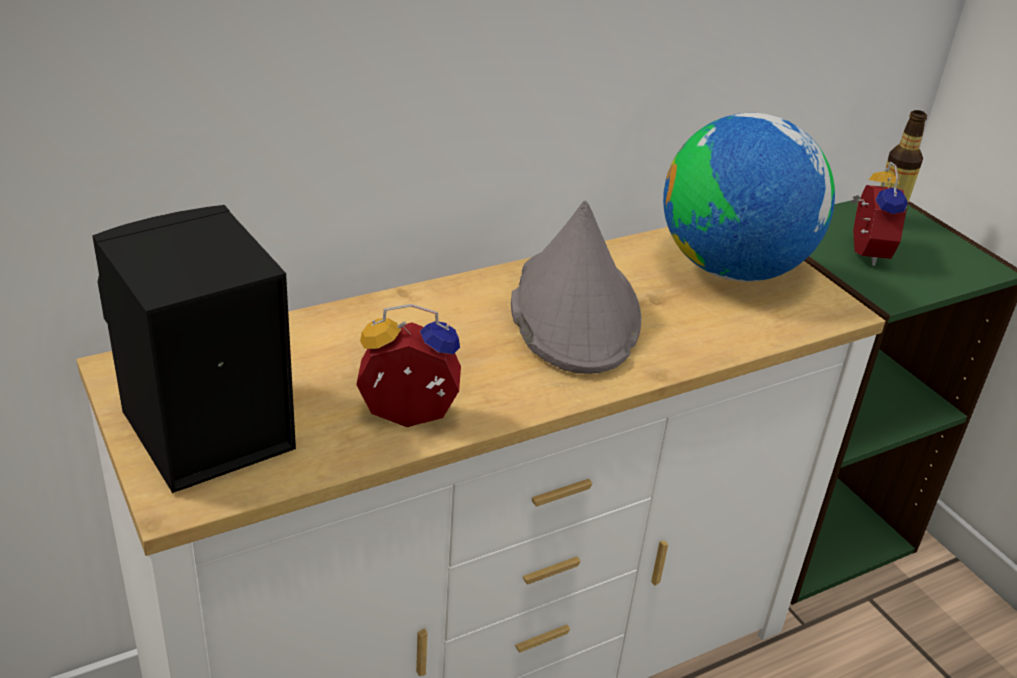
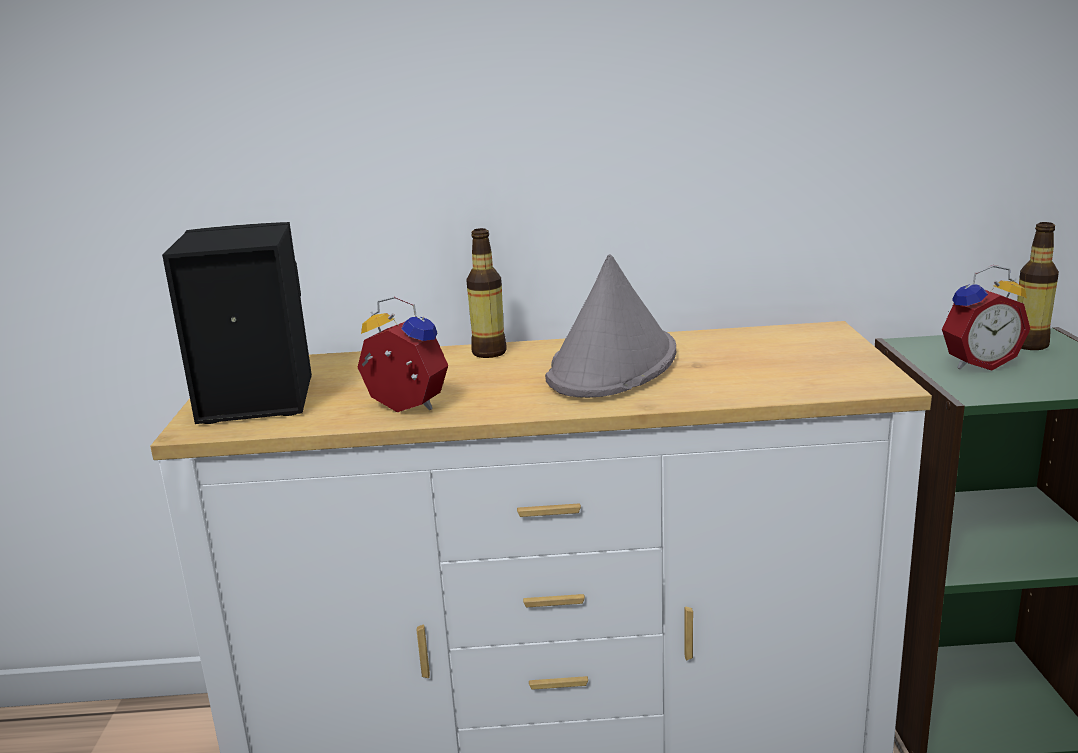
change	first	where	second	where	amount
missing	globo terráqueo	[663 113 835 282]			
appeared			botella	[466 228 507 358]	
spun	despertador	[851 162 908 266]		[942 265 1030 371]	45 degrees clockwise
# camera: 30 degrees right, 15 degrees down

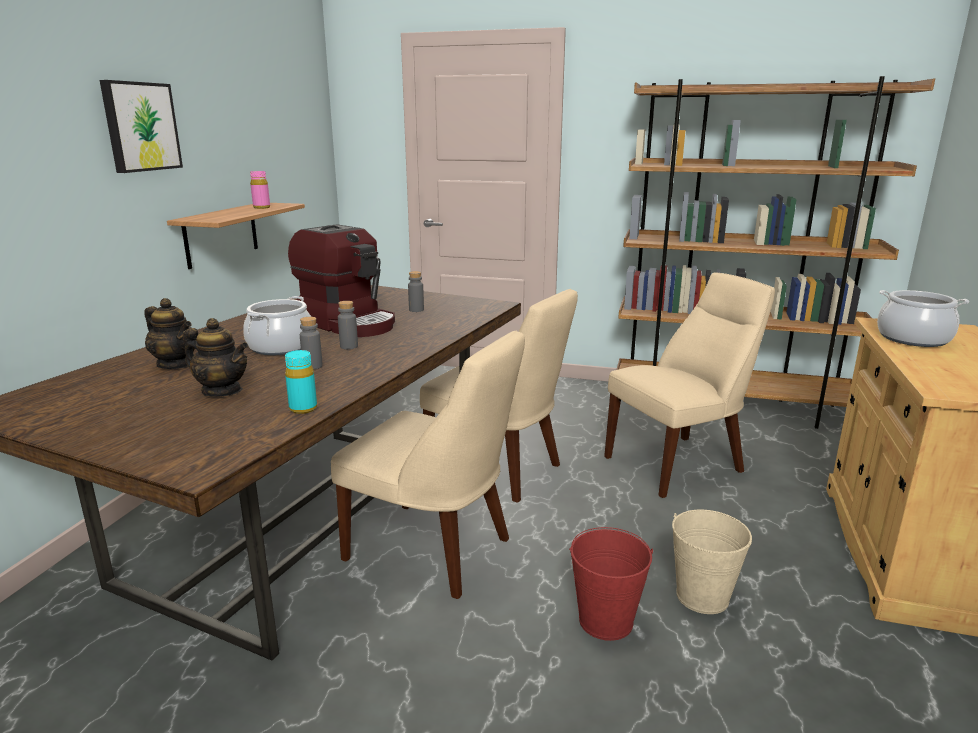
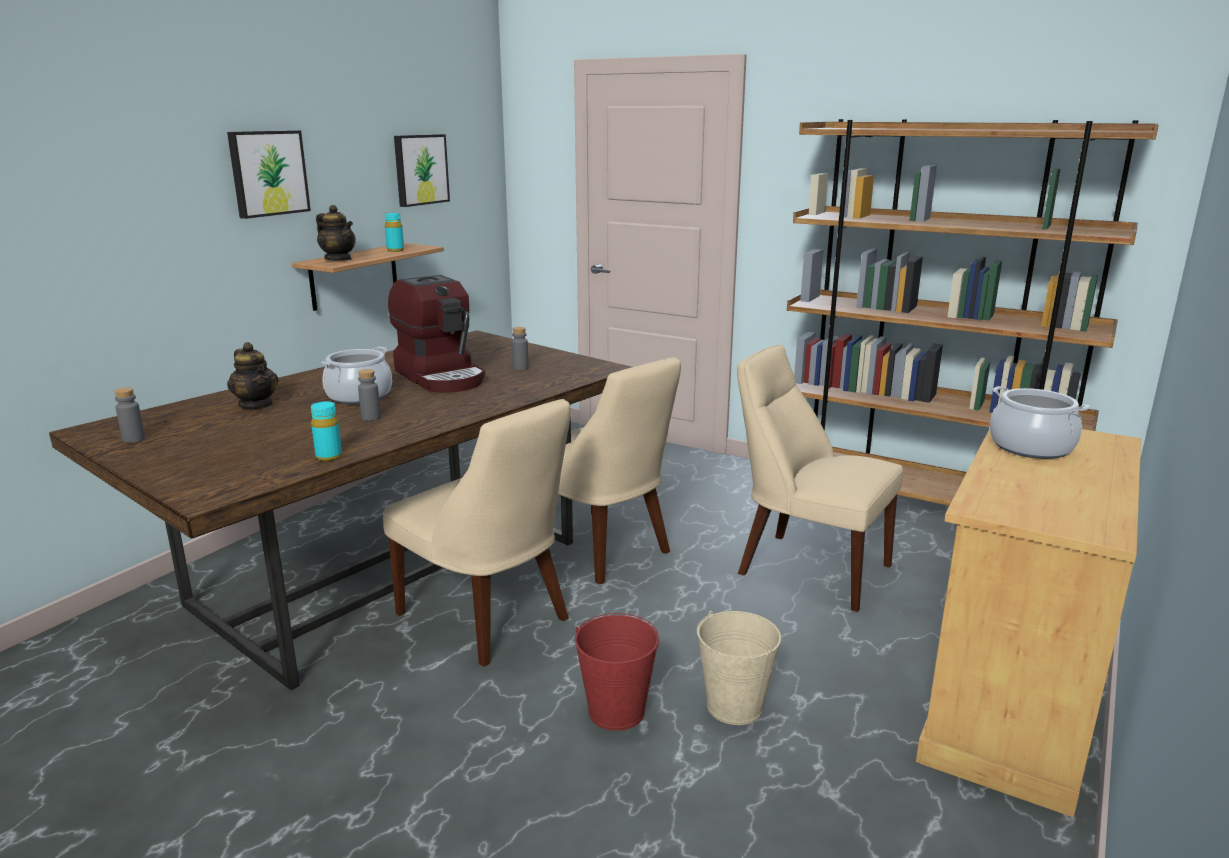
change	first	where	second	where	amount
appeared			cuadro	[394 134 450 207]	
relocated	tetera	[183 318 248 397]		[316 205 356 261]	
relocated	botella/gris	[338 301 358 349]		[114 388 145 443]	
colour	botella/rosa	[250 171 270 209]	botella/turquesa	[385 213 404 252]	
spun	silla/beis	[604 272 775 498]		[737 345 903 612]	135 degrees counterclockwise
# camera: 15 degrees right, 0 degrees up

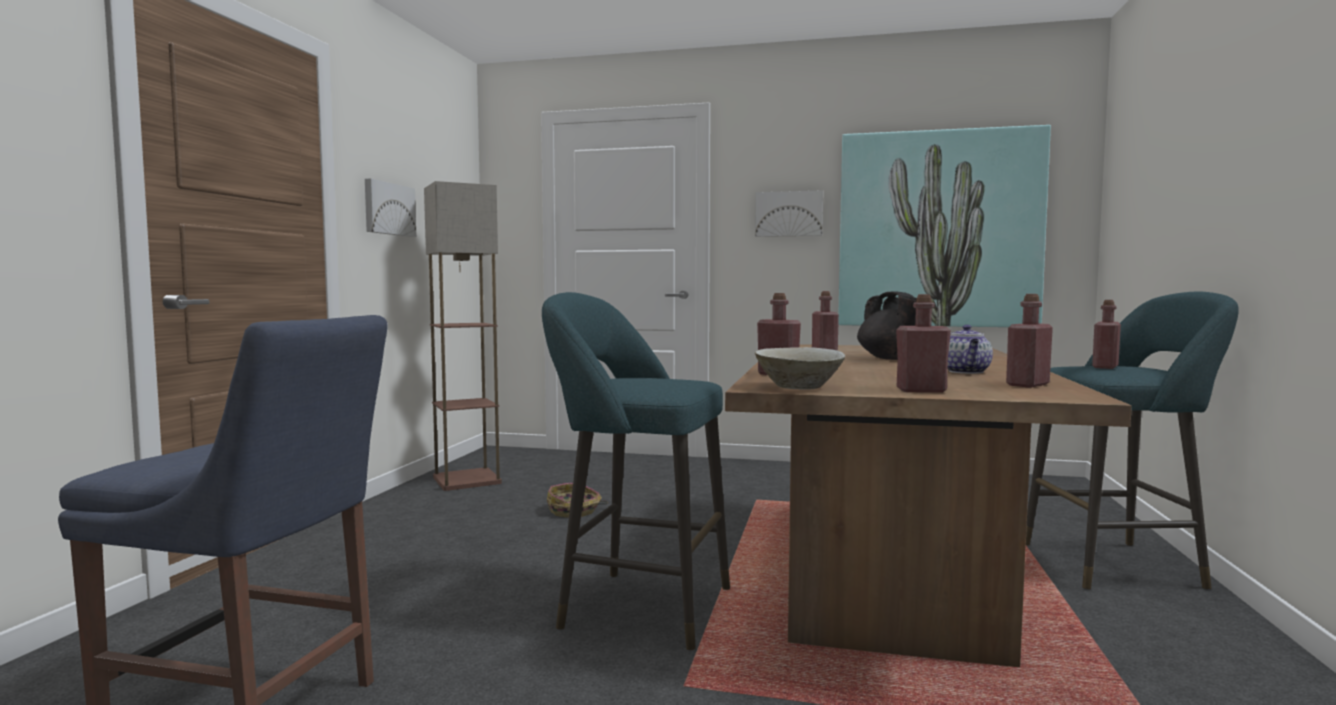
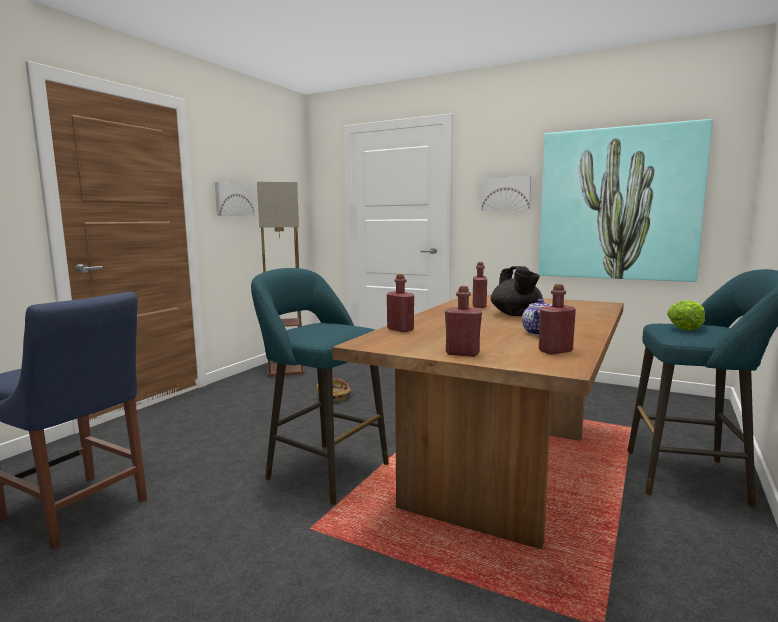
change	first	where	second	where	amount
missing	cuenco/beis	[755 347 845 390]			
exchanged	botella/rojo	[1092 300 1121 369]	lechuga	[667 301 705 330]	
# camera: 15 degrees right, 5 degrees up

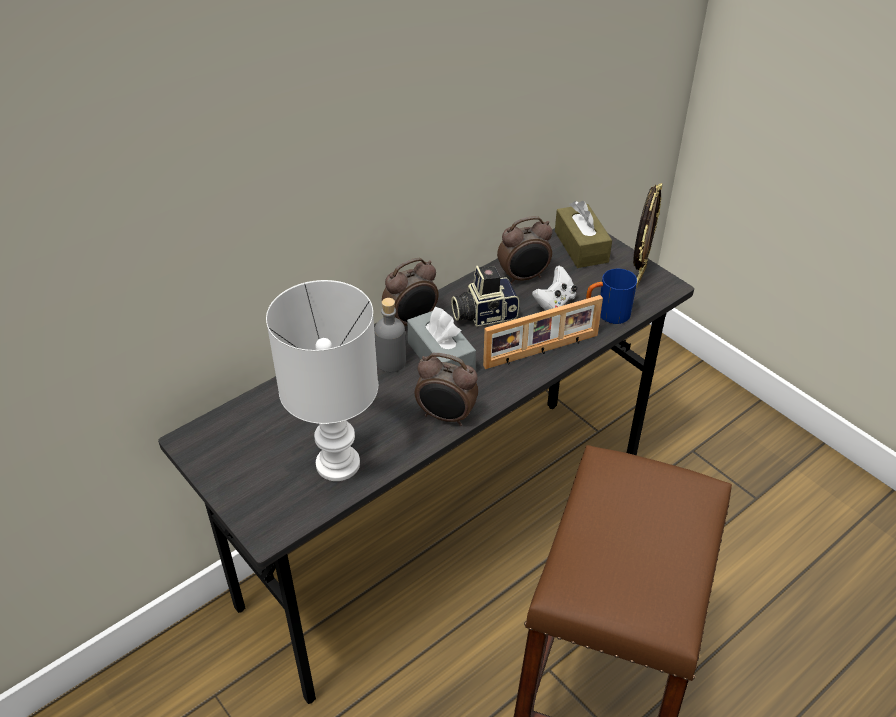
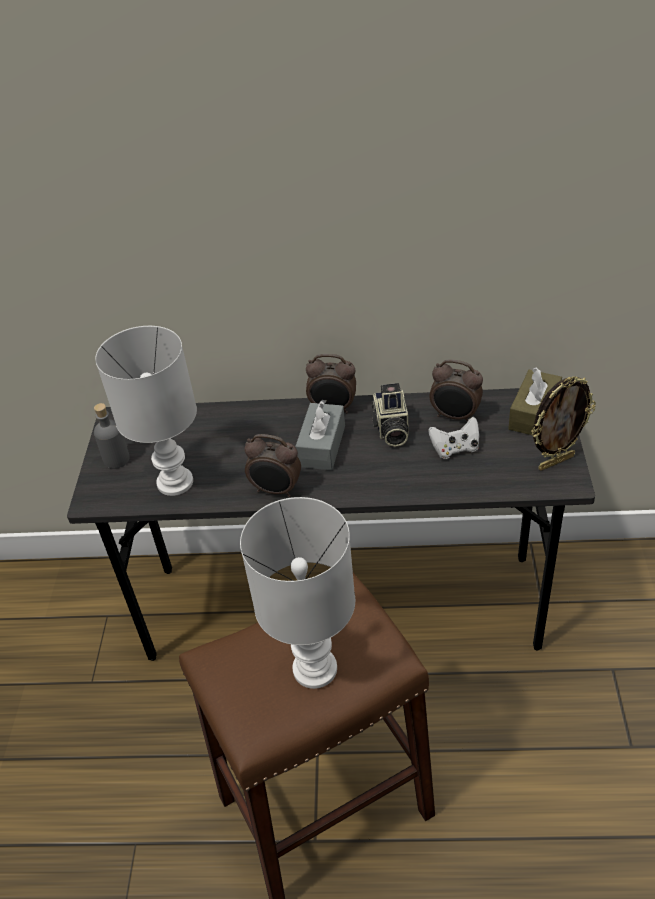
change	first	where	second	where	amount
missing	portarretratos	[483 295 603 369]			
missing	taza grande/azul	[586 269 637 324]			
appeared			lámpara de mesa/blanco	[240 497 355 689]	
relocated	botella/gris	[374 298 406 372]		[94 403 130 469]	
spun	despertador	[415 353 478 426]		[244 434 301 497]	45 degrees counterclockwise
spun	cámara	[451 266 519 327]		[371 383 409 447]	120 degrees counterclockwise
# camera: 45 degrees right, 0 degrees up

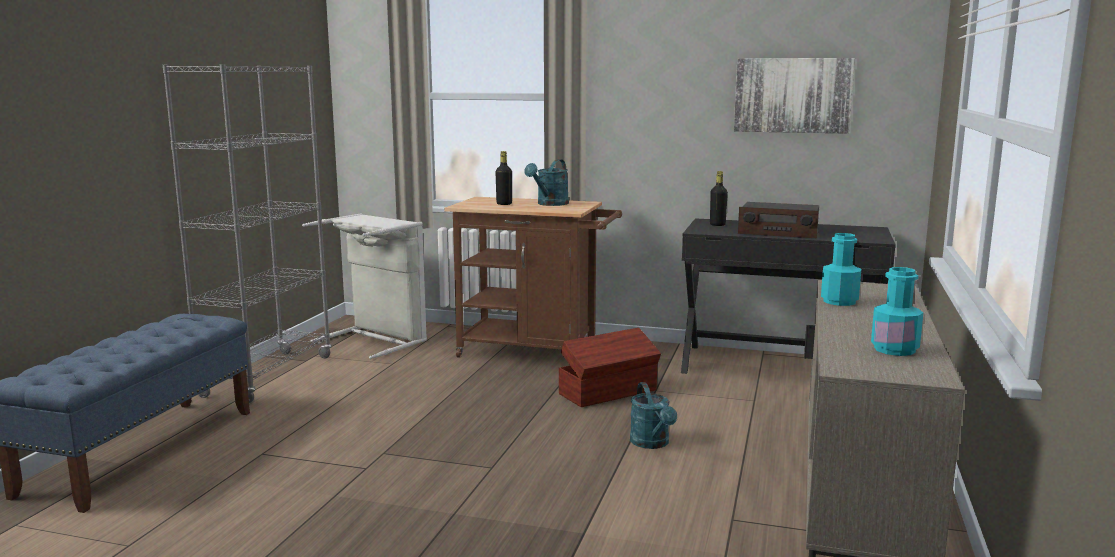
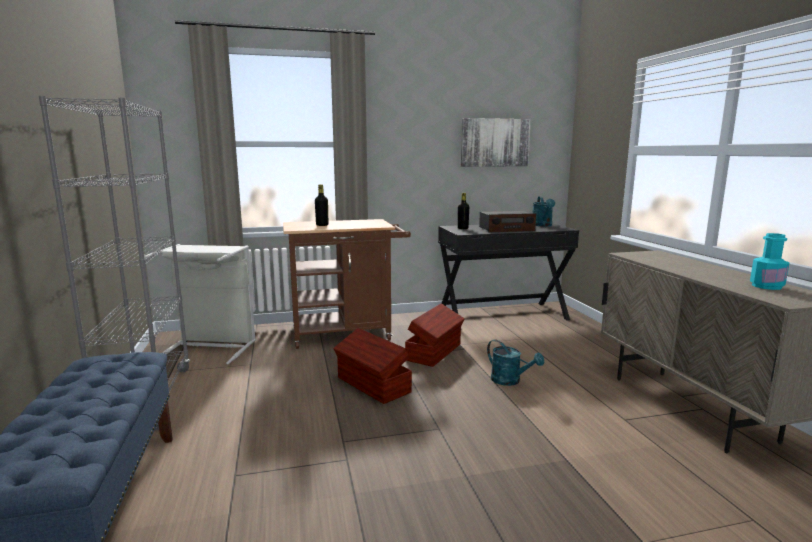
change	first	where	second	where	amount
missing	botella/turquesa	[821 233 861 306]			
appeared			caja de almacenaje/marrón	[333 328 412 404]	
relocated	regadera/turquesa	[524 159 569 206]		[532 196 555 226]	
# camera: 30 degrees left, 0 degrees up

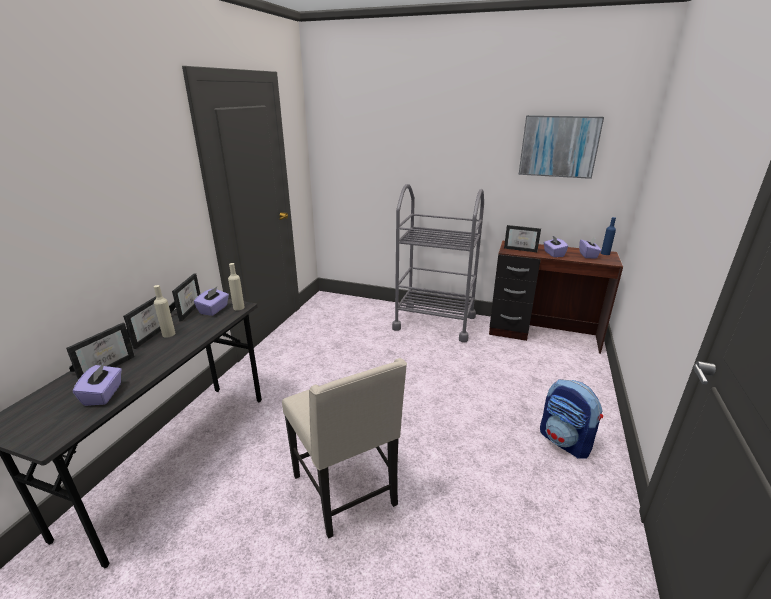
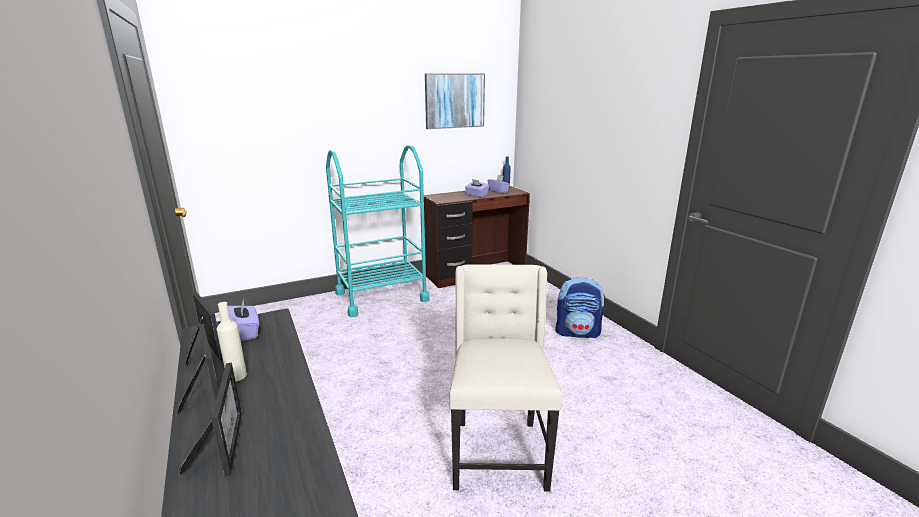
change	first	where	second	where	amount
missing	caja de pañuelos/morado	[73 363 122 406]			
missing	botella/beis	[228 263 245 310]			
missing	portarretratos	[504 225 541 252]			
colour	carrito/gris	[392 184 484 342]	carrito/turquesa	[326 145 430 317]	
spun	silla/beis	[282 358 407 539]		[449 264 562 492]	105 degrees counterclockwise
# camera: 45 degrees left, 5 degrees down

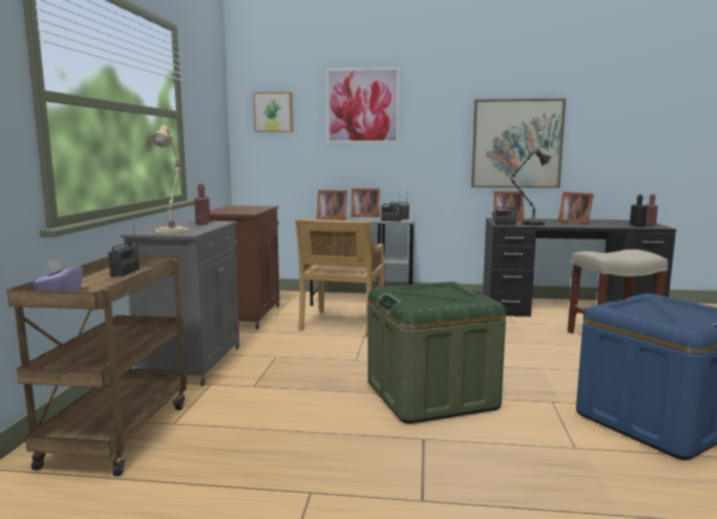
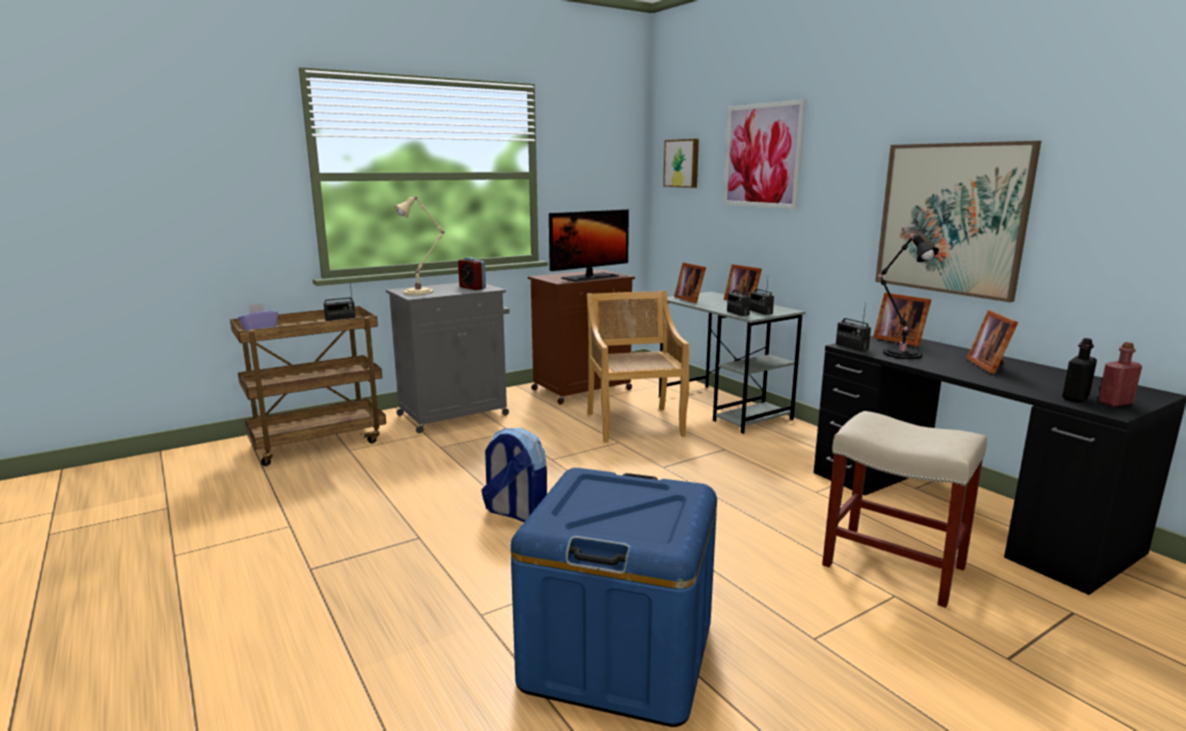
change	first	where	second	where	amount
appeared			monitor	[549 209 629 282]	
exchanged	botella/rojo	[194 184 210 225]	despertador	[458 257 486 290]	
exchanged	caja de almacenaje/verde	[368 282 506 424]	mochila	[482 428 547 522]	
spun	silla/beis	[295 219 384 336]		[587 291 689 443]	105 degrees clockwise
# camera: 50 degrees right, 5 degrees up

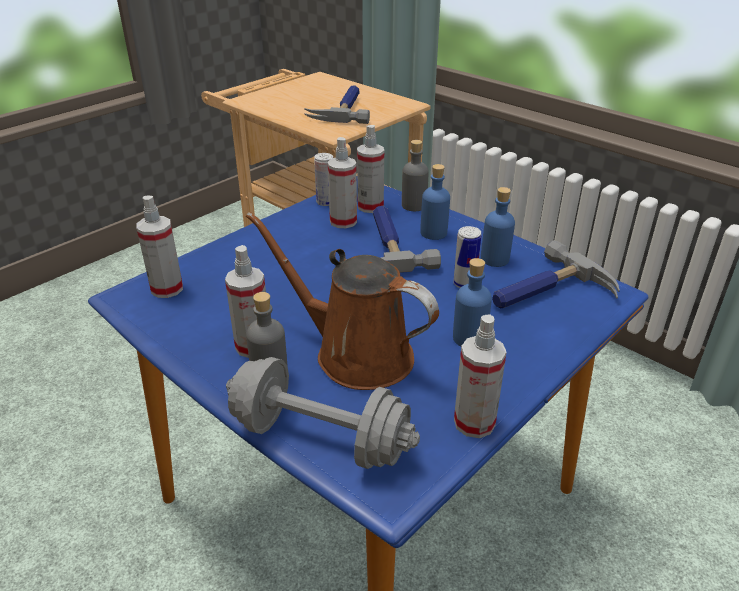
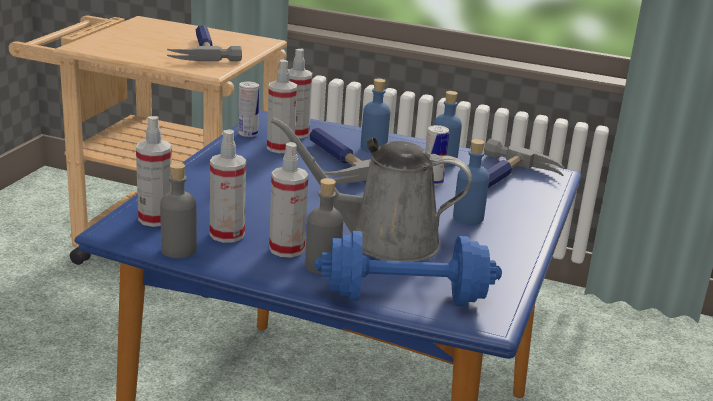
change	first	where	second	where	amount
relocated	botella/gris	[402 140 429 211]		[160 163 197 258]	
relocated	pulverizador	[454 315 507 438]		[210 129 246 243]	
colour	mancuerna/gris	[226 357 420 469]	mancuerna/azul	[314 231 502 306]	
colour	regadera/marrón	[246 212 439 390]	regadera/gris	[271 117 472 262]	
# camera: 25 degrees left, 10 degrees down

